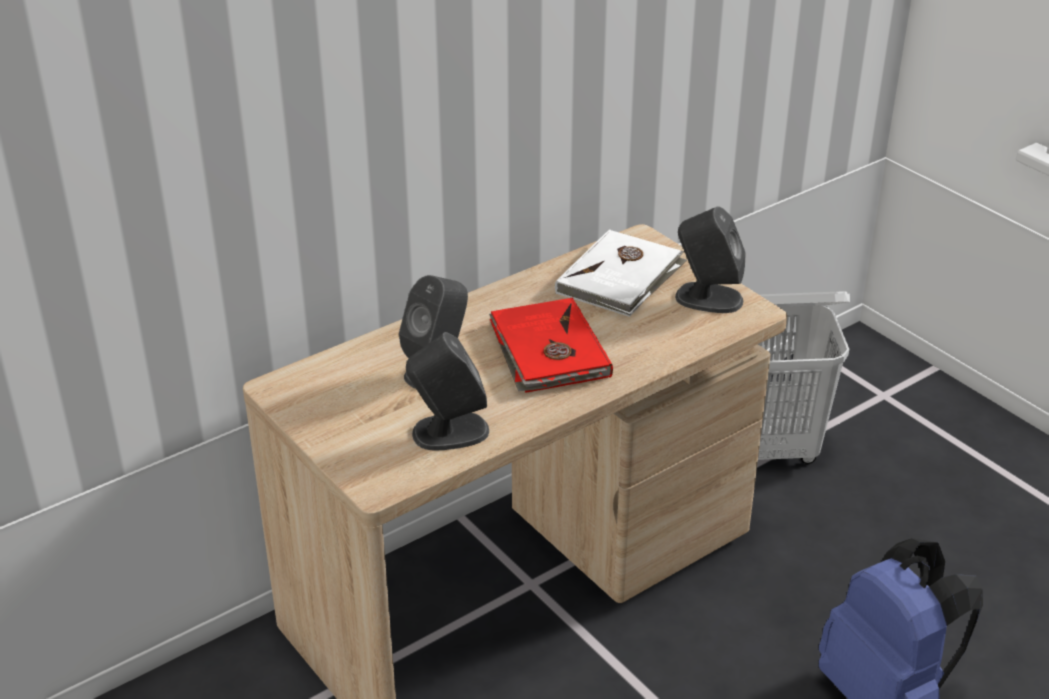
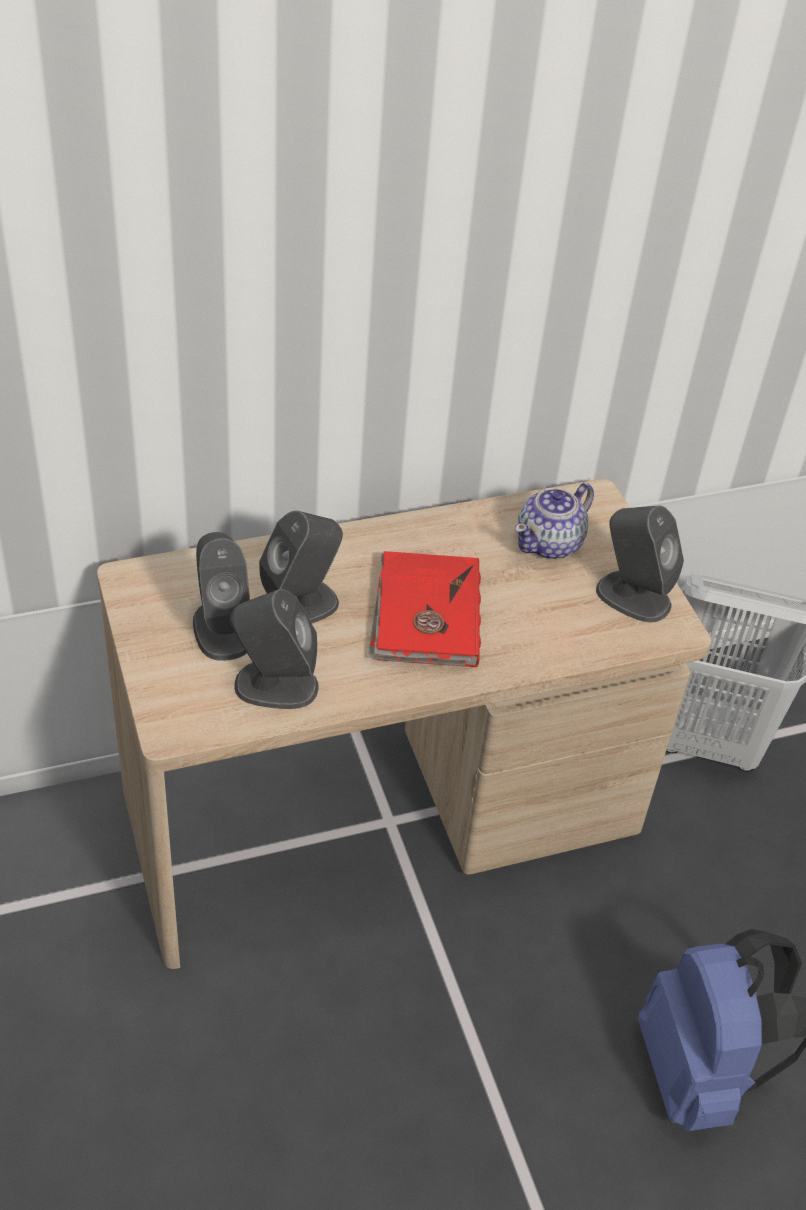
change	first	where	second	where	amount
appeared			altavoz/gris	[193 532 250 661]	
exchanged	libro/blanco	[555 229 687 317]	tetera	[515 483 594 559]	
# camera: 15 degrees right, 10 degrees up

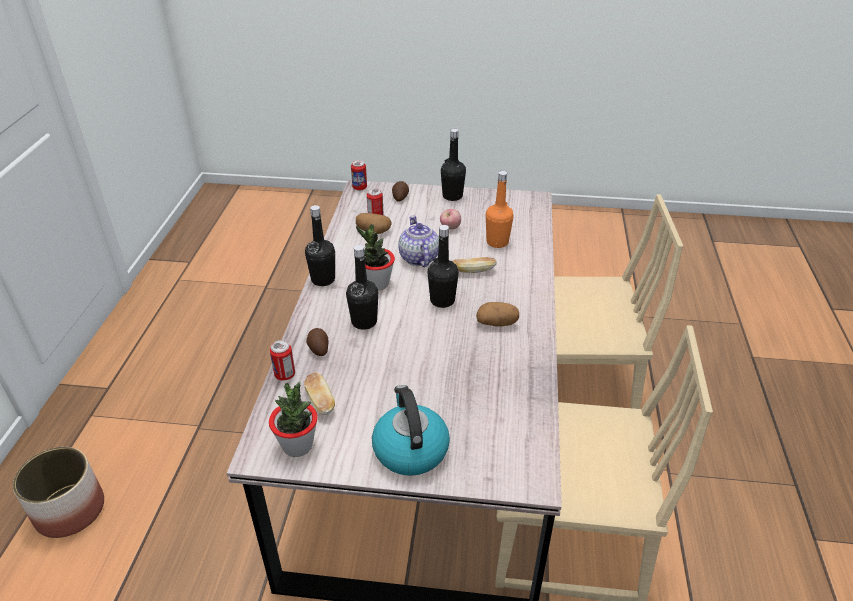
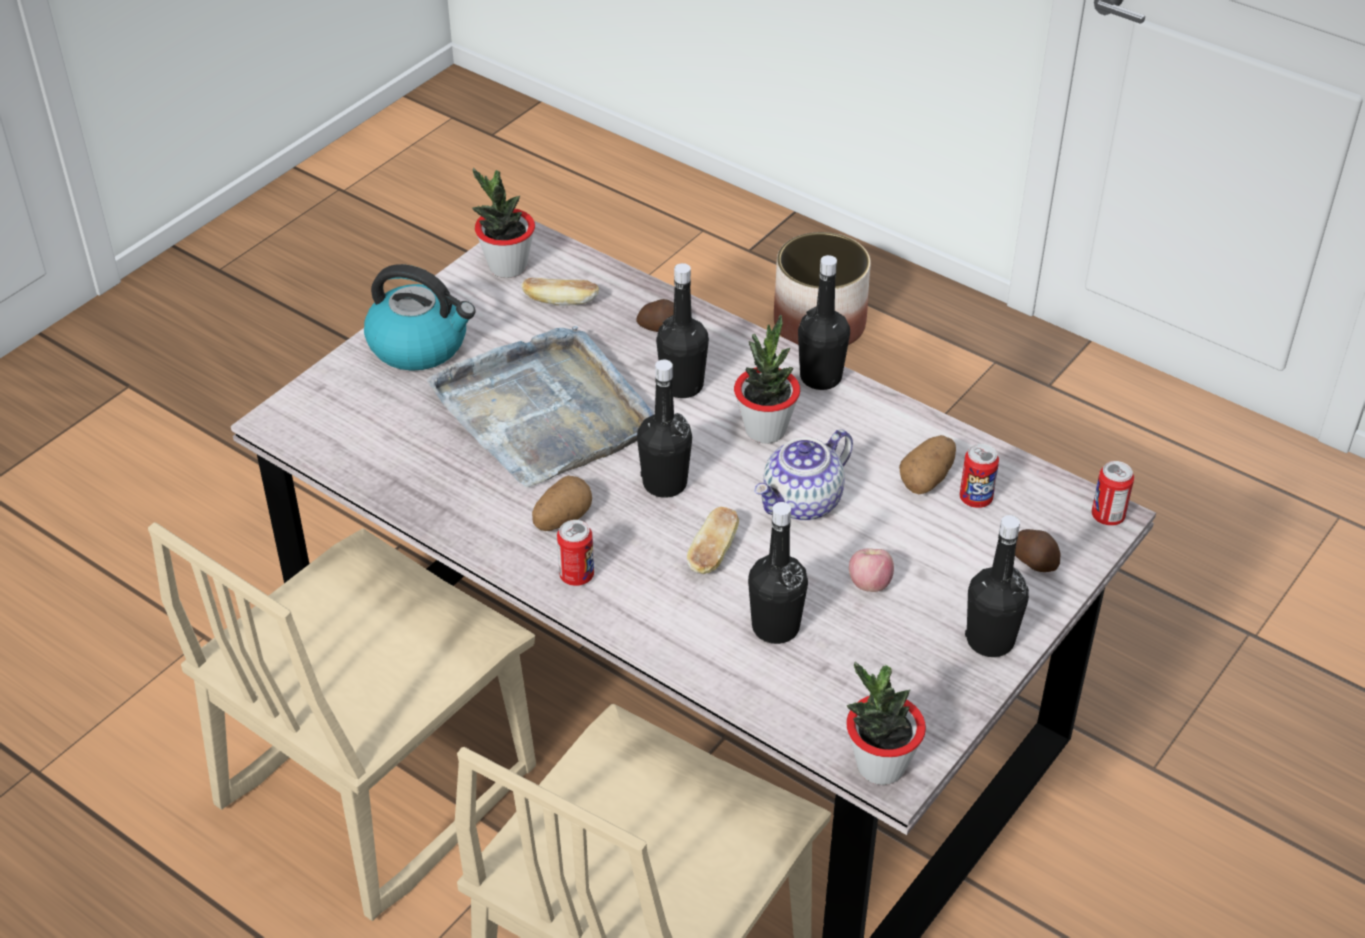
change	first	where	second	where	amount
appeared			bandeja/gris	[426 326 654 487]	
appeared			planta en maceta	[847 662 926 785]	
relocated	lata	[270 340 295 381]		[557 520 594 586]	
colour	botella/naranja	[486 171 514 248]	botella/negro	[748 502 808 644]	
spun	tetera	[398 215 439 267]		[754 429 853 521]	120 degrees clockwise
# camera: 120 degrees right, 5 degrees up

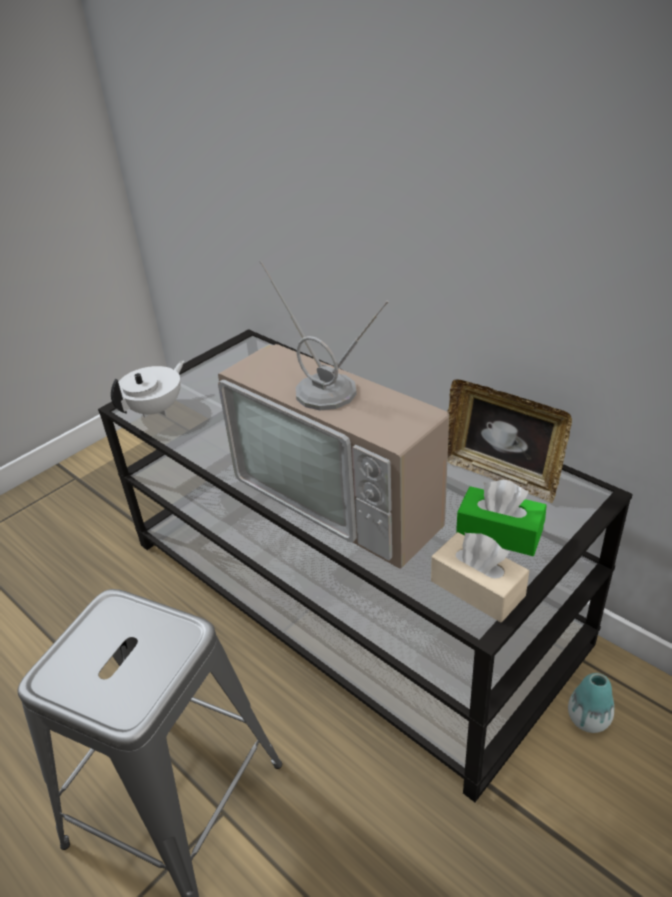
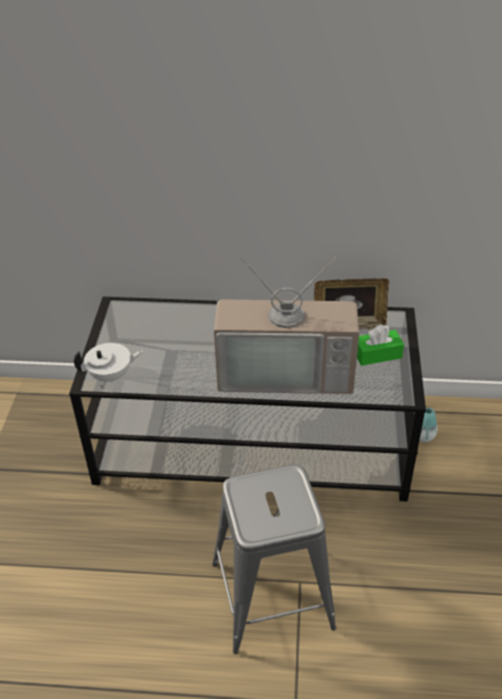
change	first	where	second	where	amount
missing	caja de pañuelos/beis	[431 532 529 622]			
spun	tetera/blanco	[111 360 184 418]		[74 343 143 384]	75 degrees clockwise
# camera: 40 degrees left, 5 degrees up

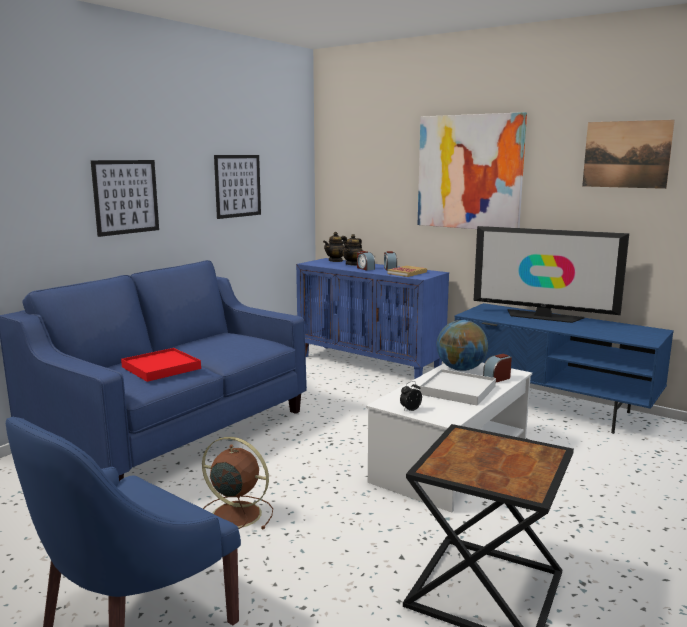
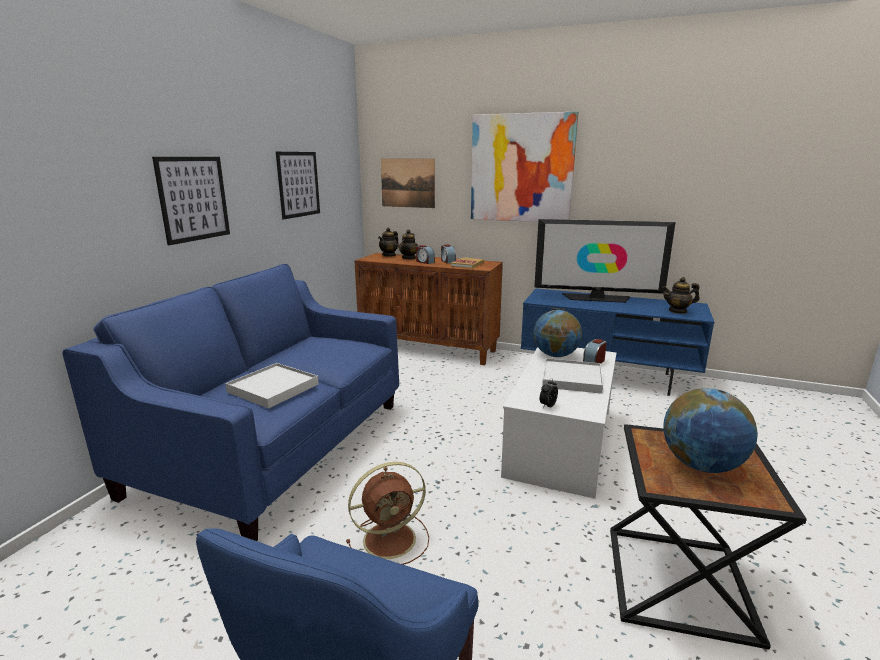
change	first	where	second	where	amount
appeared			tetera	[662 277 699 314]	
appeared			globo terráqueo	[663 388 758 473]	
relocated	cuadro	[582 120 675 189]		[381 159 435 208]	
colour	bandeja/rojo	[121 348 201 382]	bandeja/blanco	[225 363 319 409]	
colour	armario/azul	[296 258 449 379]	armario/marrón	[355 253 503 365]	
spun	ventilador/marrón	[202 437 273 529]		[346 462 429 565]	150 degrees clockwise
# camera: 15 degrees left, 5 degrees up

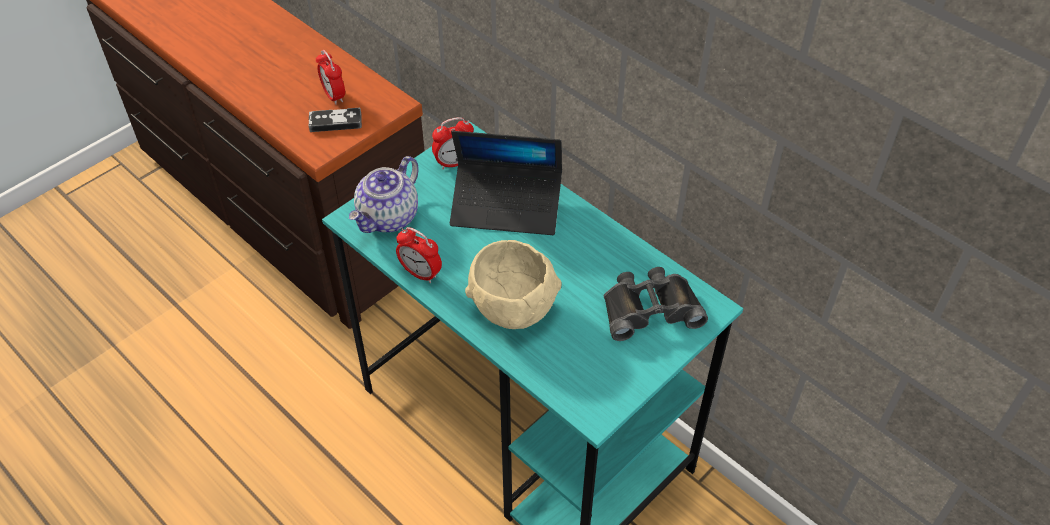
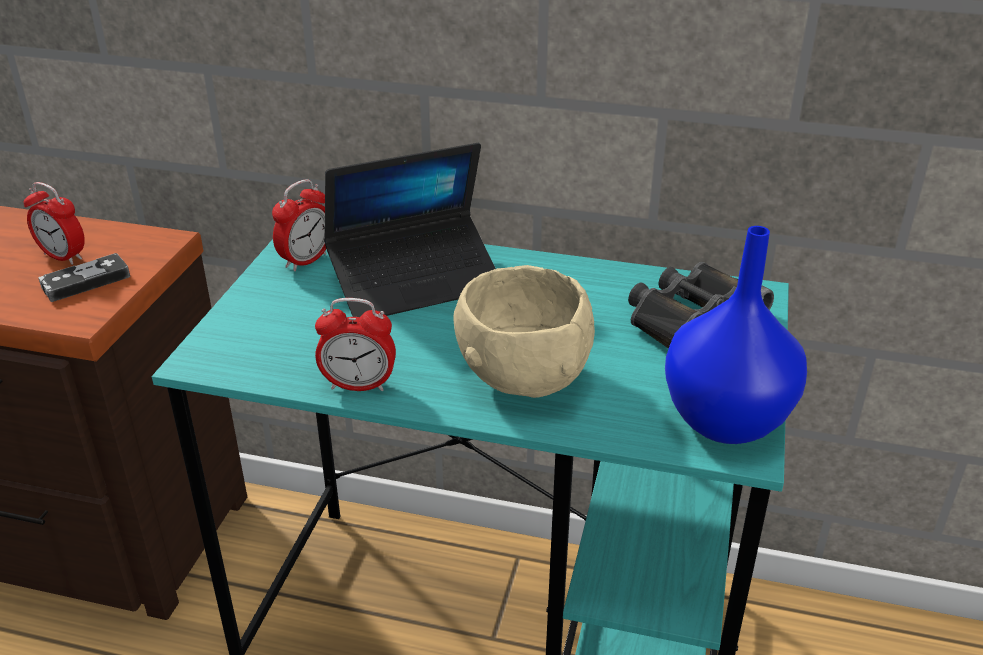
change	first	where	second	where	amount
missing	tetera	[349 156 418 233]			
appeared			florero/azul	[665 226 807 444]	
# camera: 30 degrees left, 15 degrees down

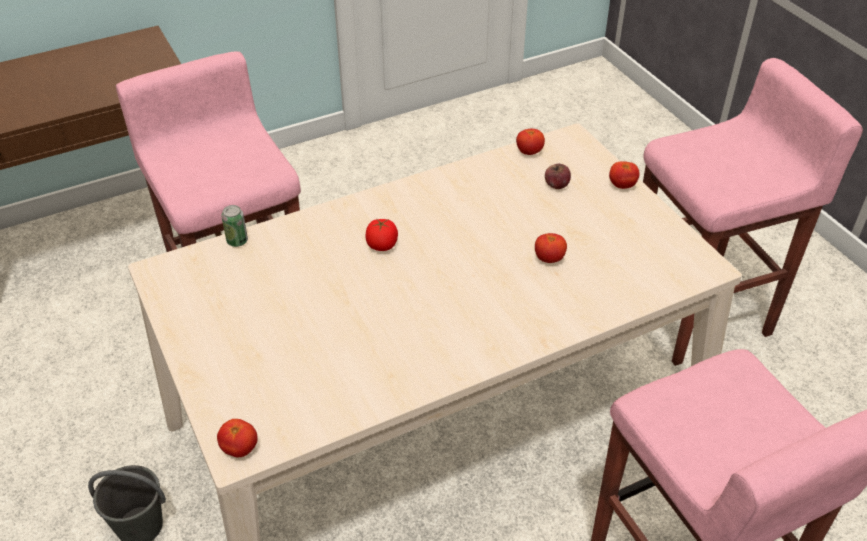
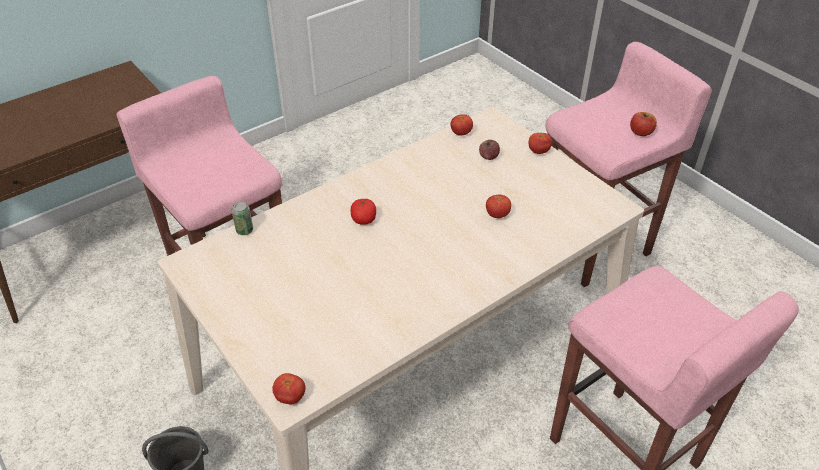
change	first	where	second	where	amount
appeared			manzana	[630 112 657 136]	
# camera: 10 degrees left, 0 degrees up

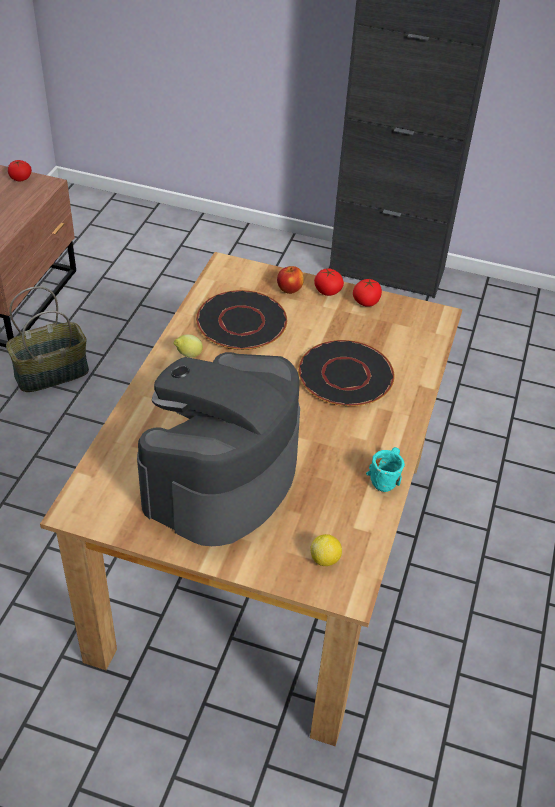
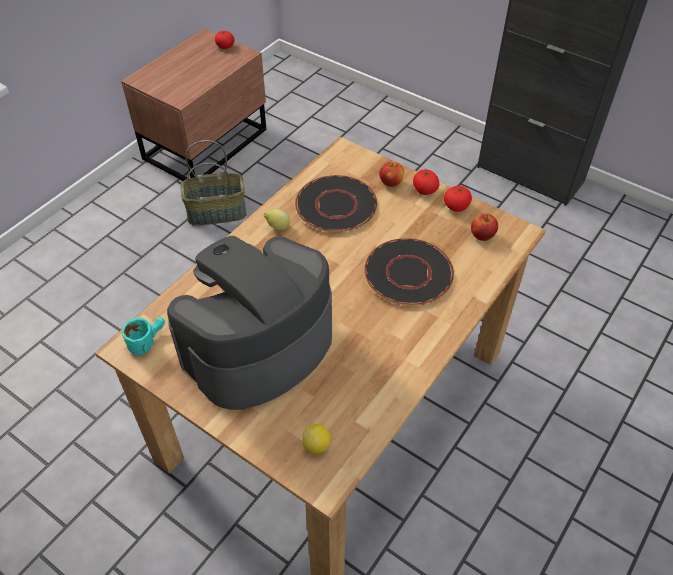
change	first	where	second	where	amount
appeared			manzana	[471 214 498 241]	
relocated	taza grande/turquesa	[366 447 405 492]		[122 317 165 355]	
# camera: 20 degrees right, 5 degrees up

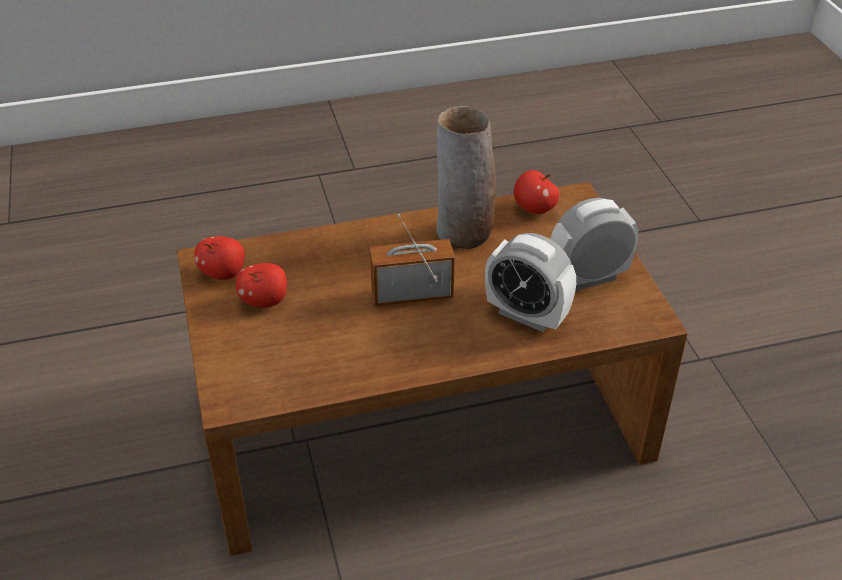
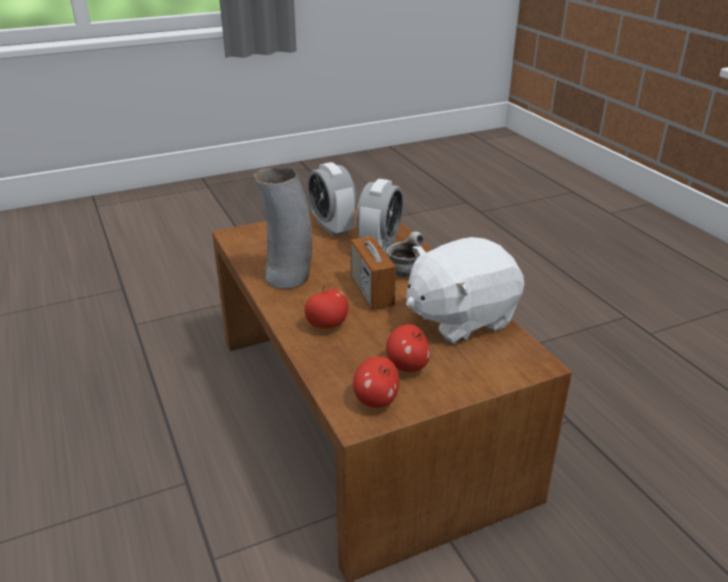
change	first	where	second	where	amount
appeared			taza grande	[386 232 424 277]	
appeared			peluche/blanco	[406 237 524 344]	
relocated	manzana	[514 170 559 214]		[305 284 349 330]	
# camera: 100 degrees left, 10 degrees down

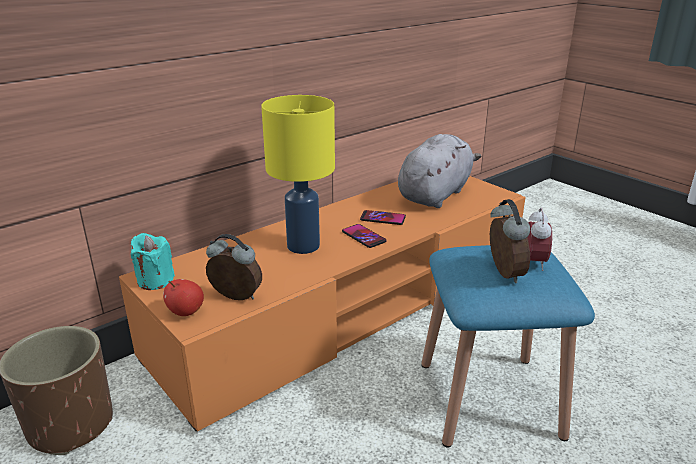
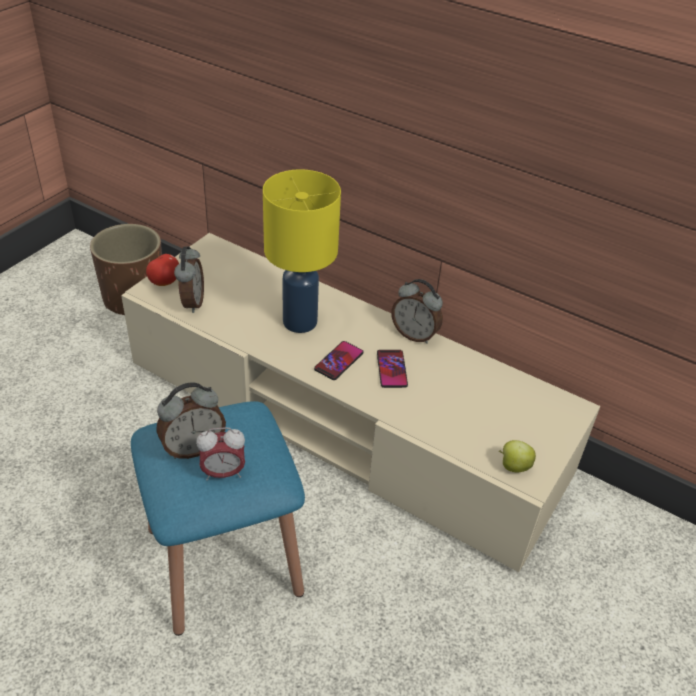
change	first	where	second	where	amount
missing	vela/turquesa	[131 233 175 290]			
missing	peluche/gris	[398 134 482 208]			
appeared			despertador	[391 279 443 344]	
appeared			manzana	[498 440 536 472]	
colour	mueble de televisión/naranja	[119 176 525 431]	mueble de televisión/beis	[121 233 600 572]	
# camera: 70 degrees right, 15 degrees up

